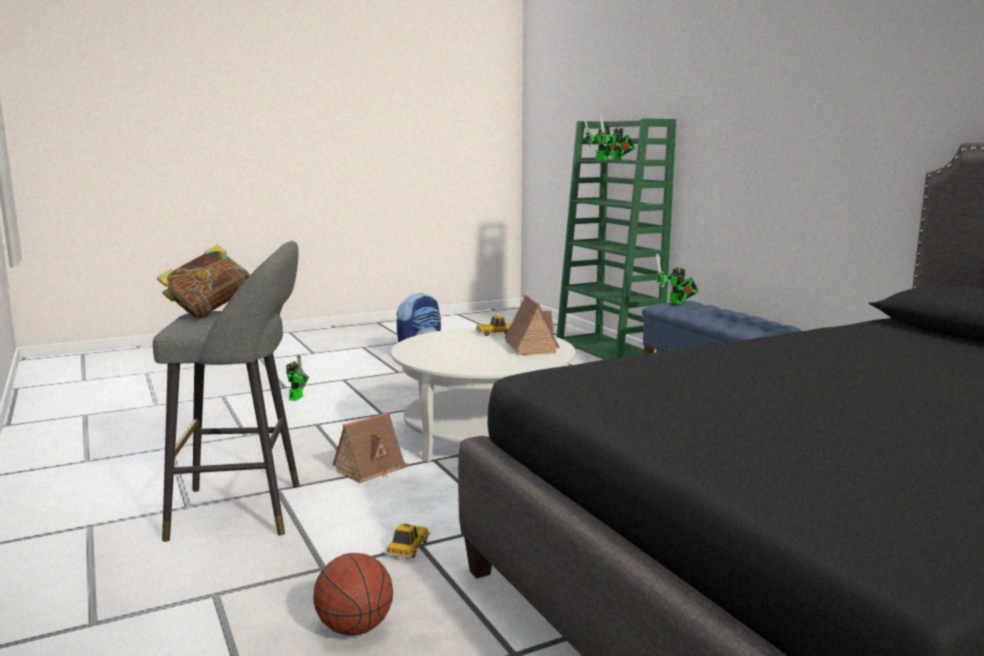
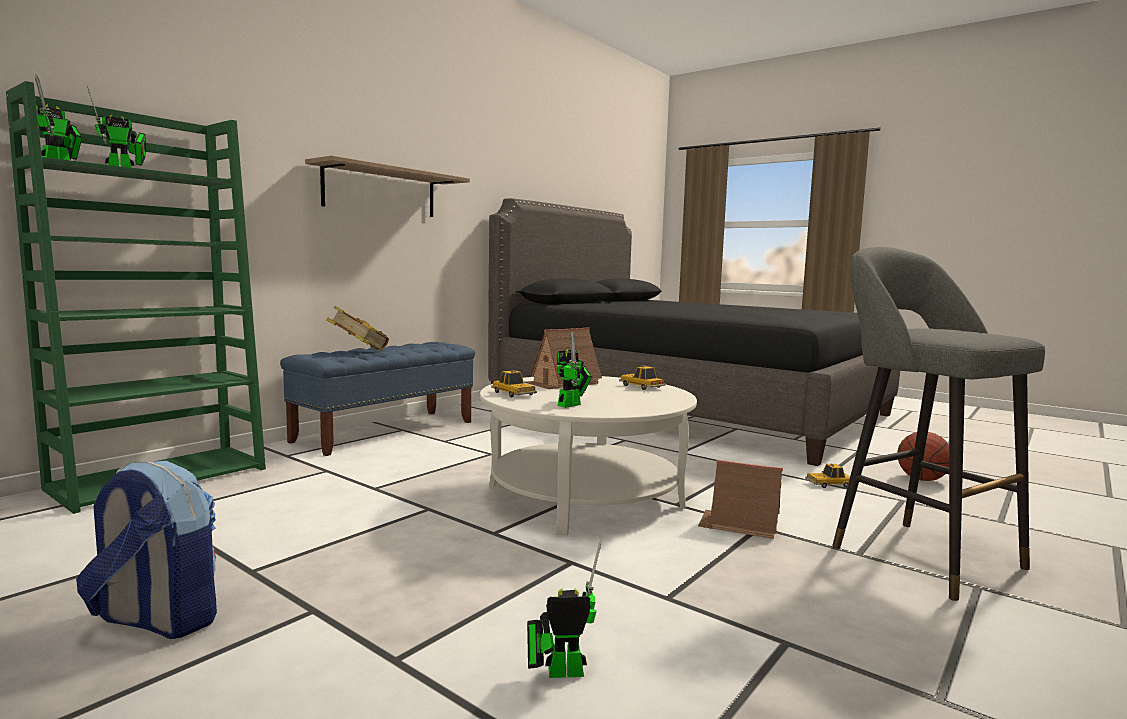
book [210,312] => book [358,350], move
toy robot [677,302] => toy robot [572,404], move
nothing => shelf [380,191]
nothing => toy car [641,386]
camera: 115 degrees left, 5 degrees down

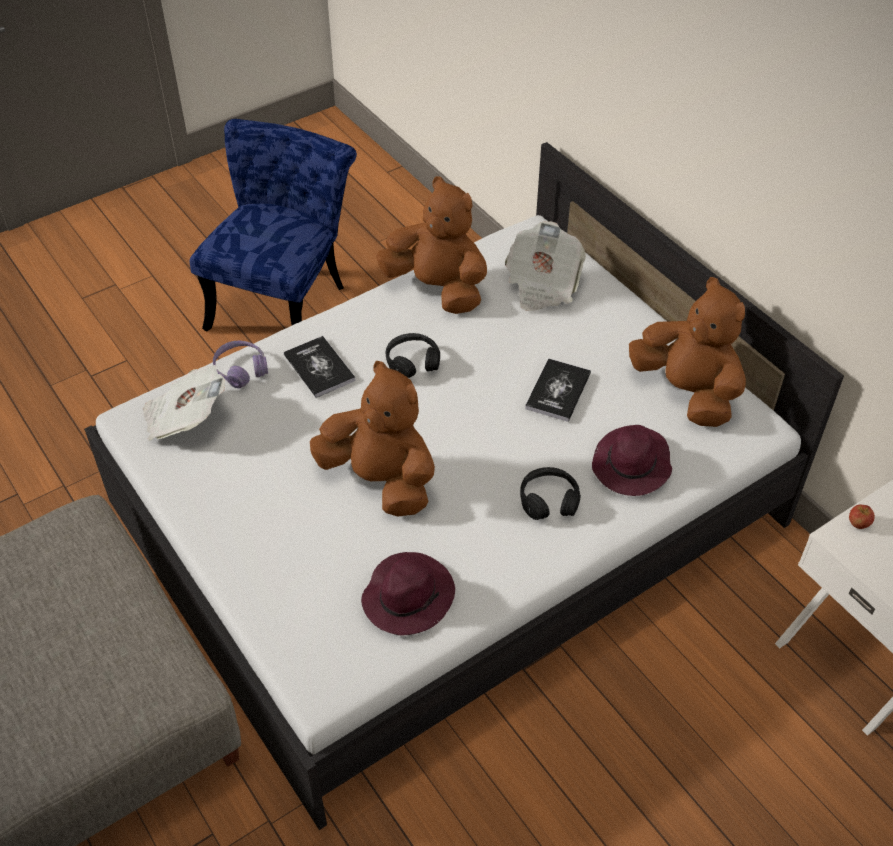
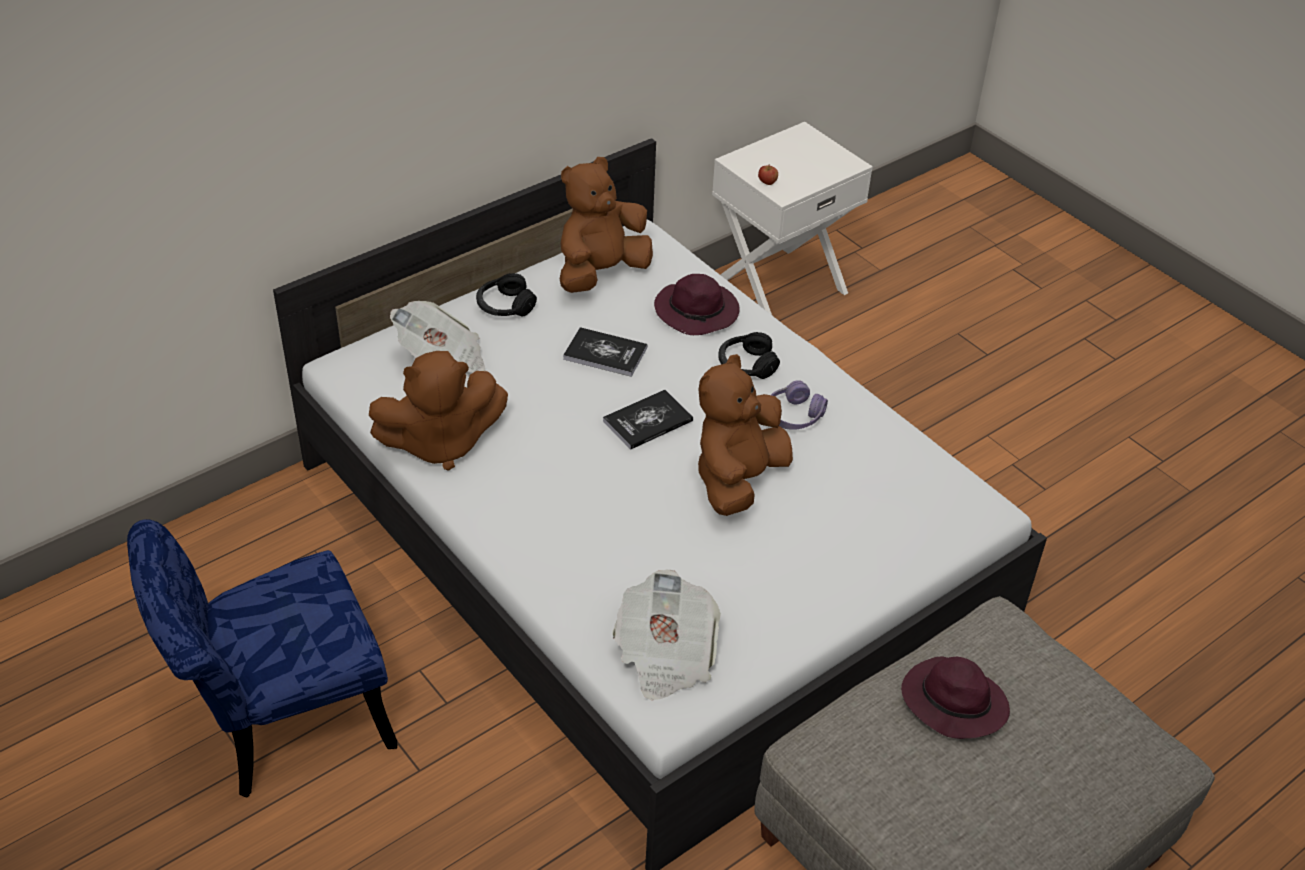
blue chair [284,301] => blue chair [278,722], 45 degrees counterclockwise
purple headphones [241,370] => purple headphones [793,416], move
book [319,368] => book [648,421], move
purple hat [408,596] => purple hat [952,702], move
brown plush toy [437,288] => brown plush toy [440,443], 135 degrees counterclockwise
black headphones [412,362] => black headphones [505,306], move
camera: 95 degrees left, 5 degrees down

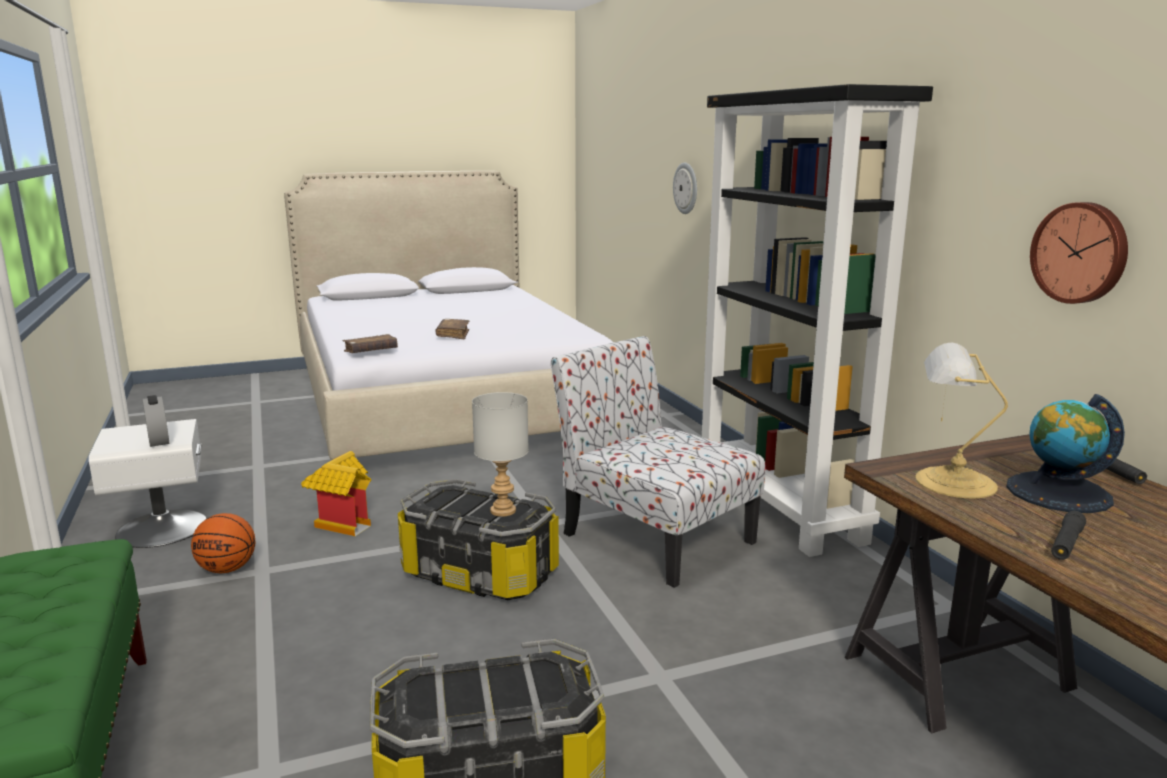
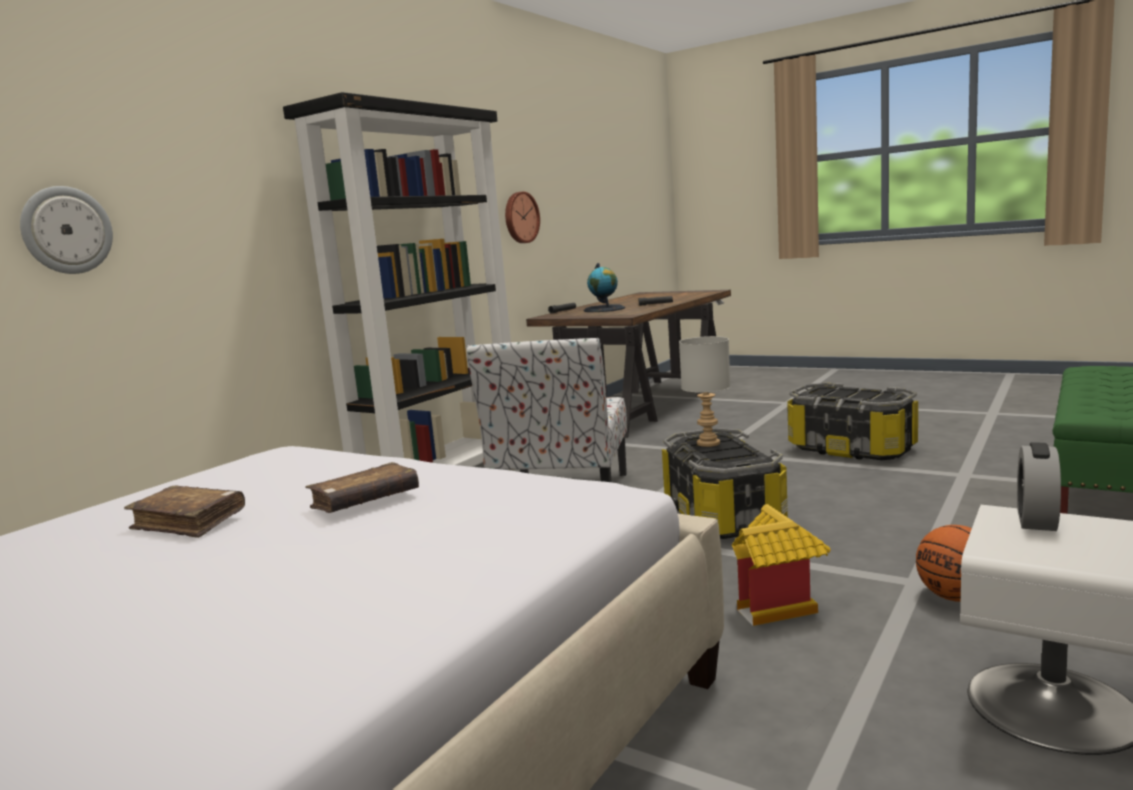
brown book [371,351] => brown book [189,522], move
table lamp [950,482] => nothing
camera: 125 degrees left, 5 degrees down

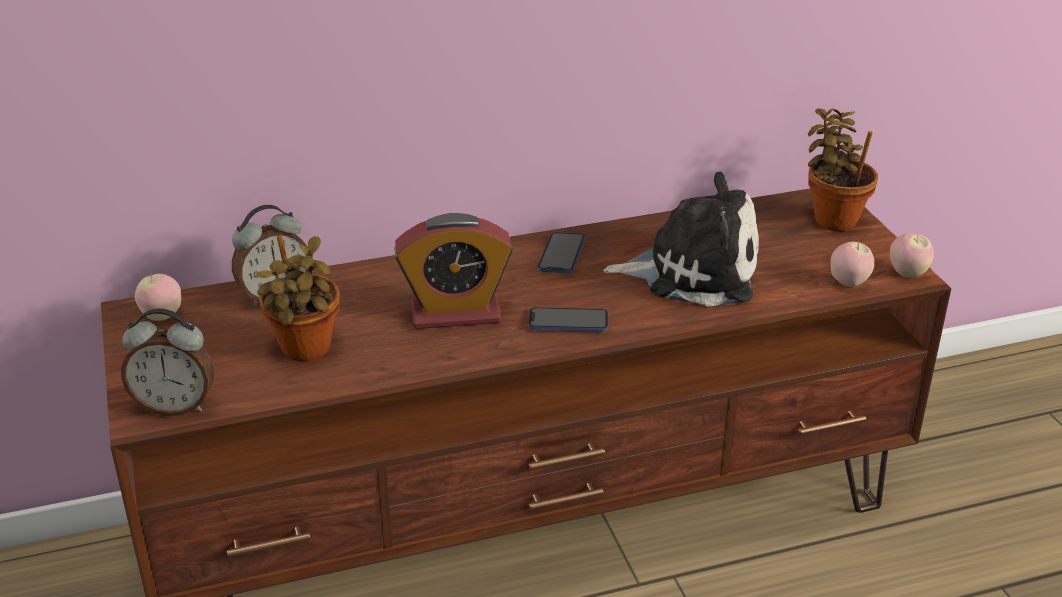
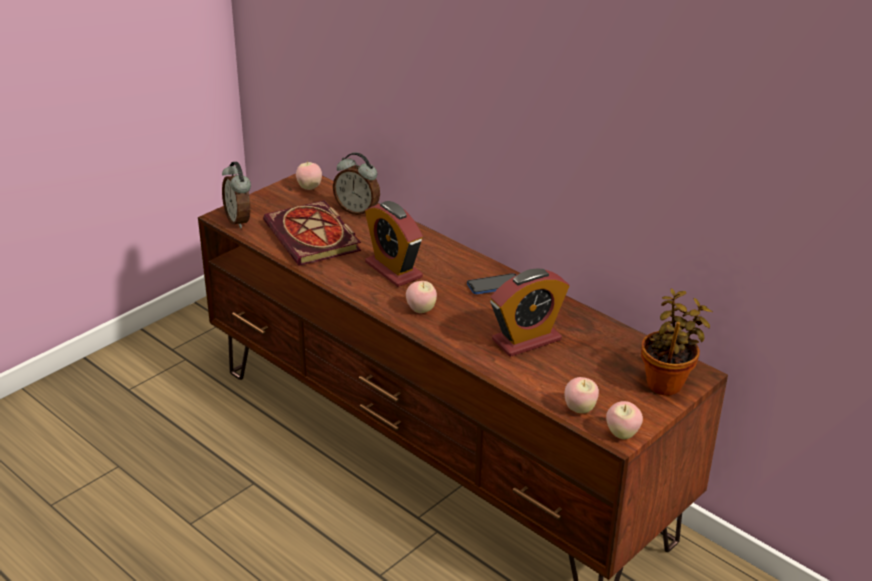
potted plant [305,351] => book [315,238]
phone [568,322] => apple [421,310]
plush toy [693,271] => alarm clock [526,340]
camera: 60 degrees right, 0 degrees up

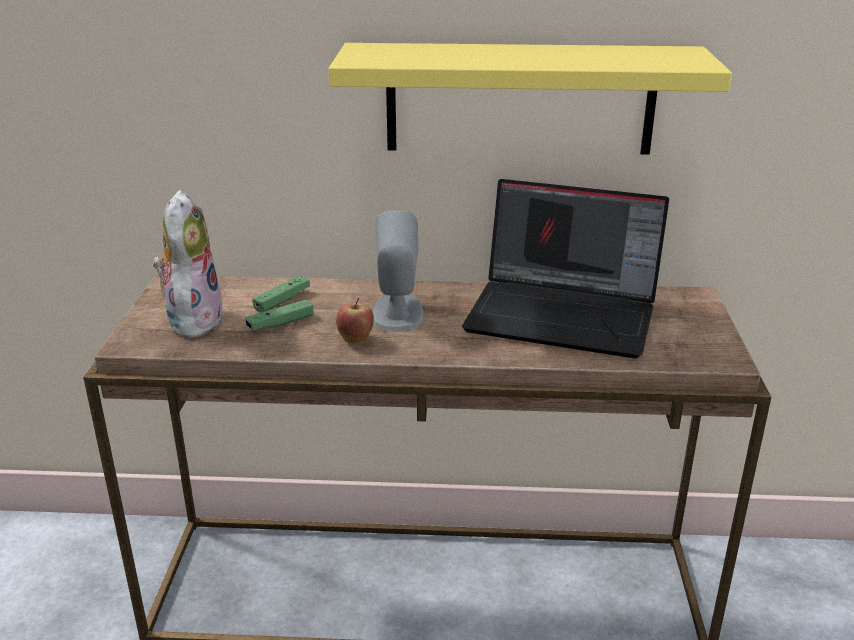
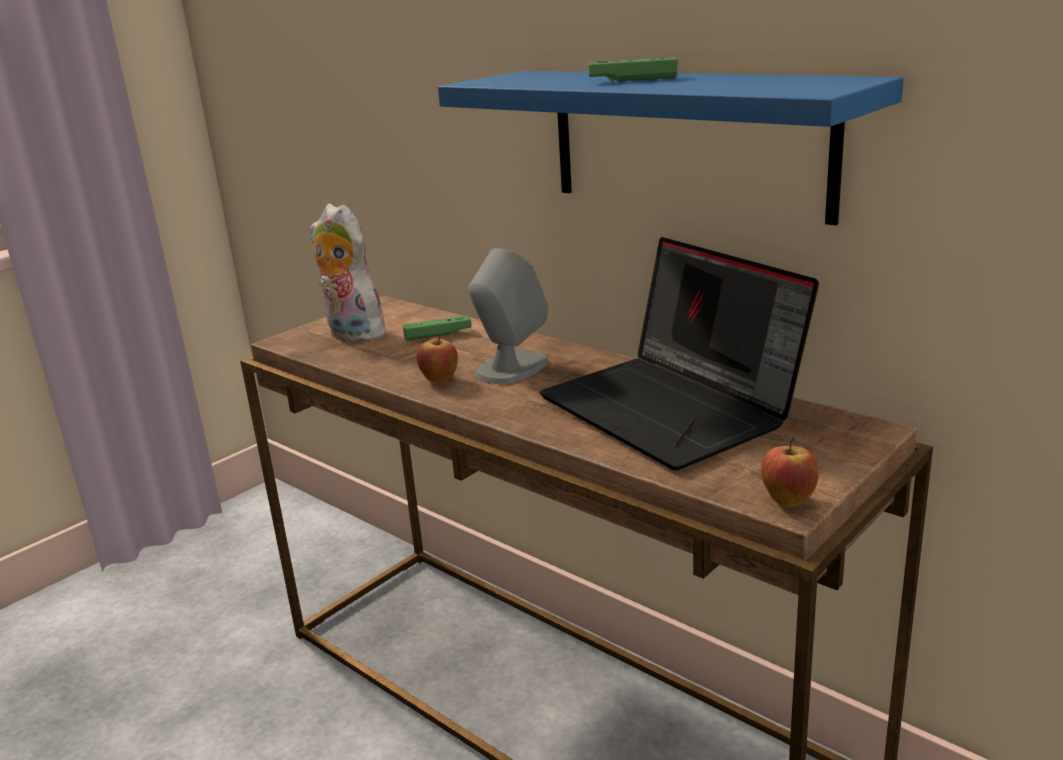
plush toy [193,320] => plush toy [351,334], 90 degrees counterclockwise
green game controller [280,323] => green game controller [633,80], move
yellow shelf [520,99] => blue shelf [686,141]
nothing => apple [787,501]
camera: 40 degrees right, 5 degrees down

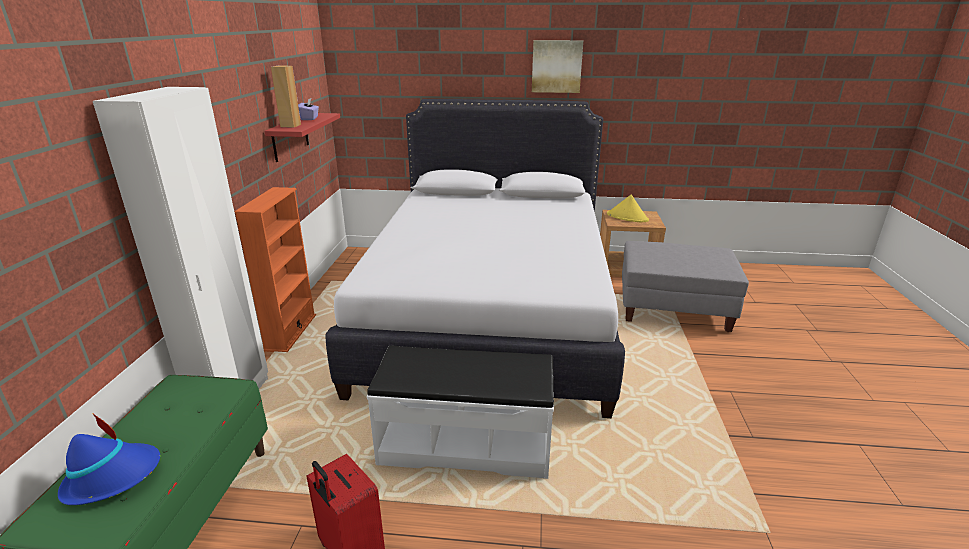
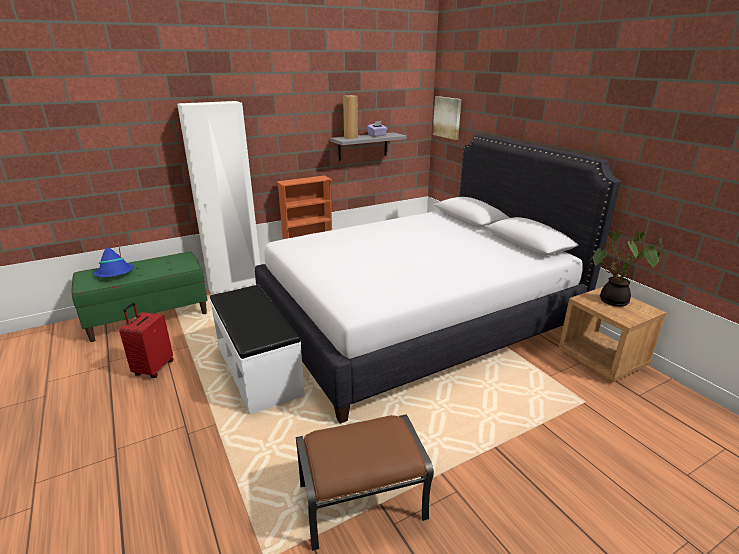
red shelf [290,137] => grey shelf [362,146]
picture [556,66] => picture [447,117], move
yellow hat [627,217] => potted plant [612,302]
grey ottoman [673,309] => nothing
nothing => brown ottoman [361,503]
camera: 55 degrees right, 0 degrees up

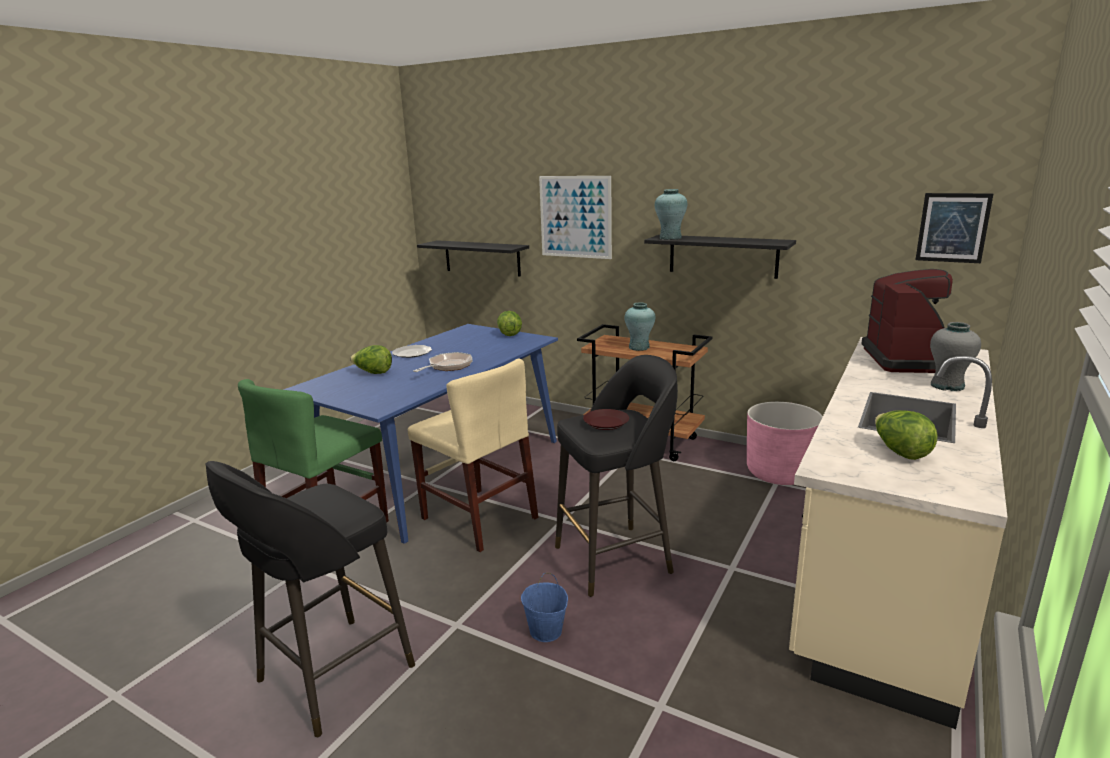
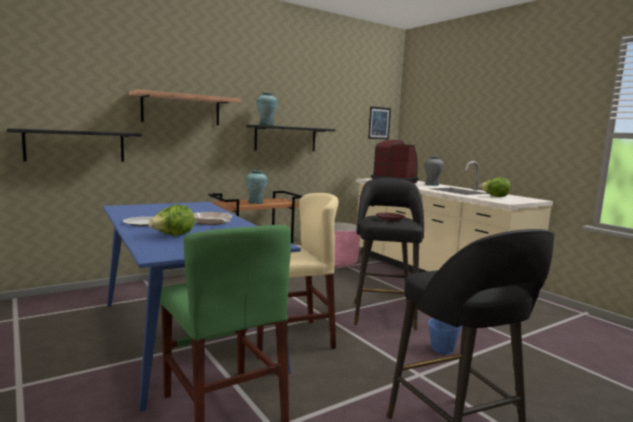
lettuce [509,334] => nothing
picture [575,217] => shelf [181,109]
camera: 65 degrees left, 10 degrees down

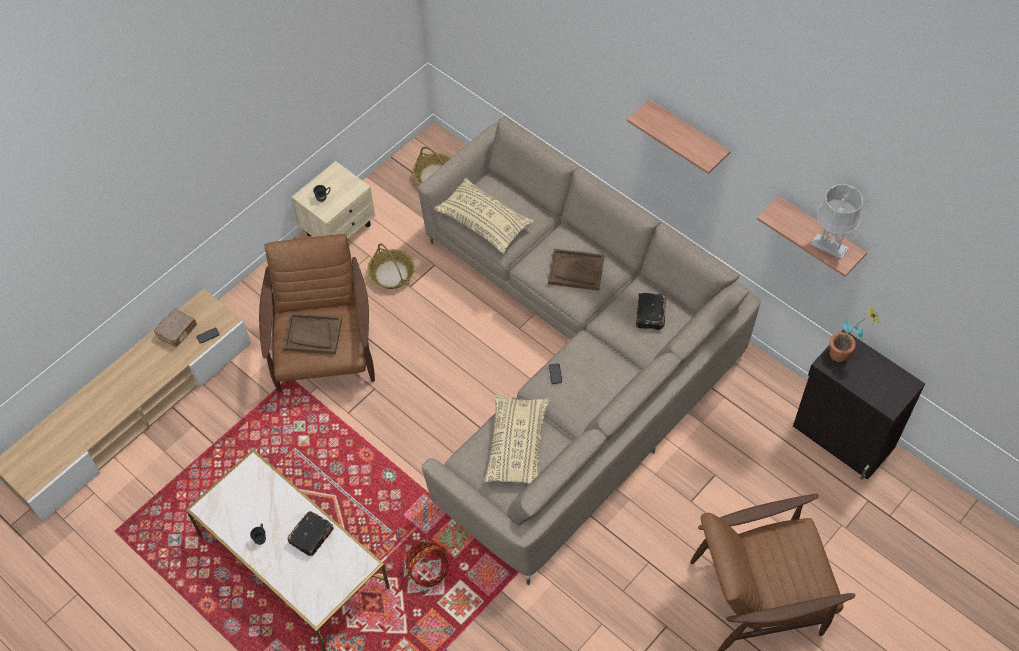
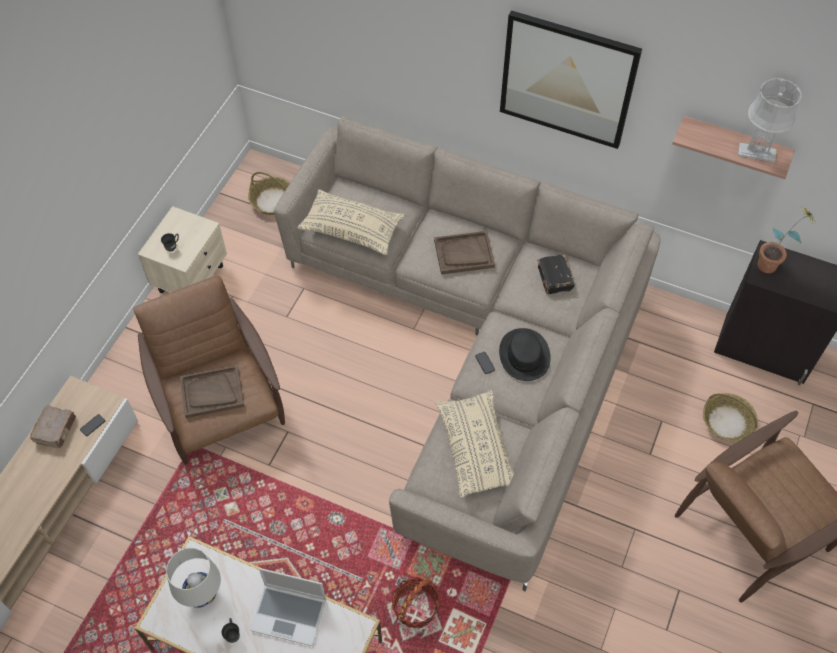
black book [312,536] => laptop [290,614]
basket [392,274] => basket [727,422], move
shelf [687,137] => picture [567,79]
nothing => white table lamp [201,593]
nothing => black hat [524,355]
camera: 20 degrees left, 0 degrees up

